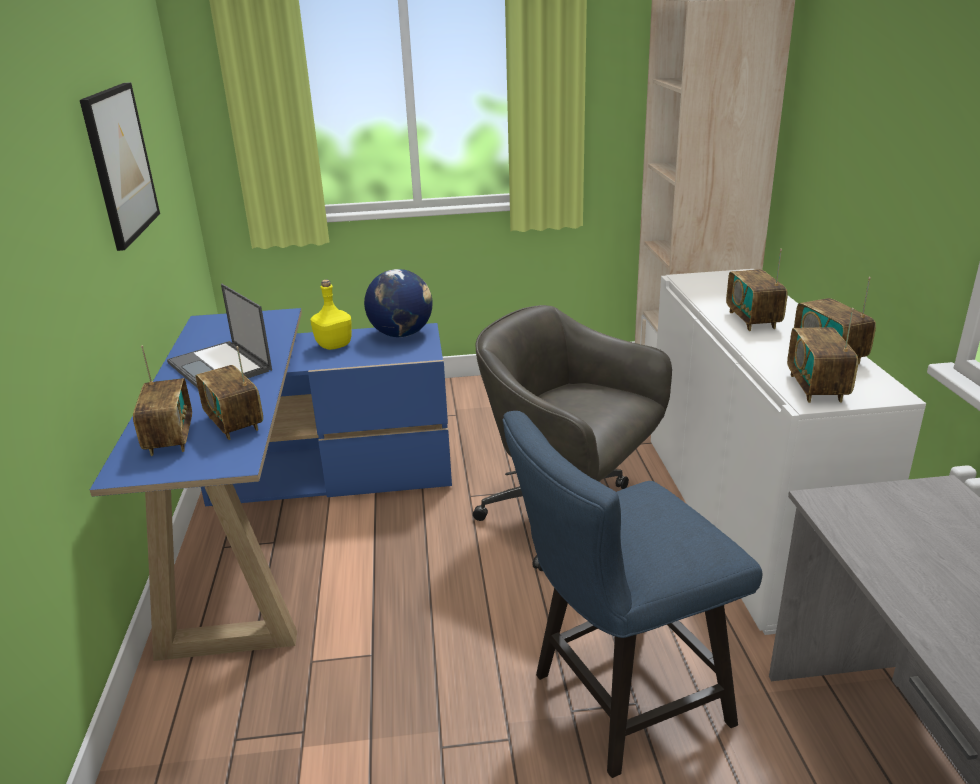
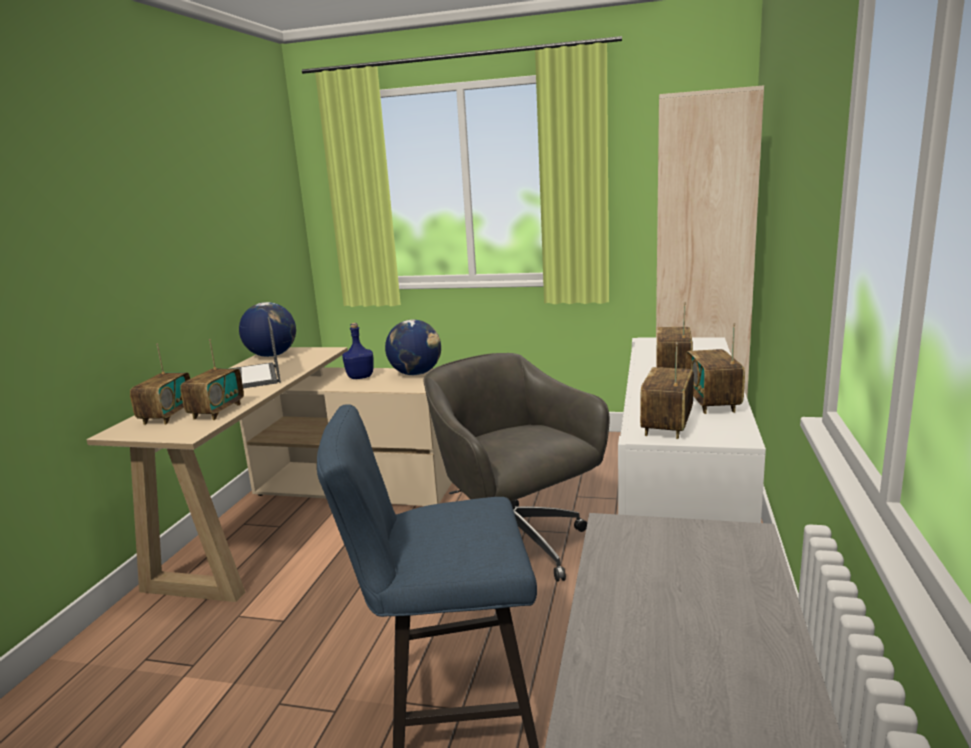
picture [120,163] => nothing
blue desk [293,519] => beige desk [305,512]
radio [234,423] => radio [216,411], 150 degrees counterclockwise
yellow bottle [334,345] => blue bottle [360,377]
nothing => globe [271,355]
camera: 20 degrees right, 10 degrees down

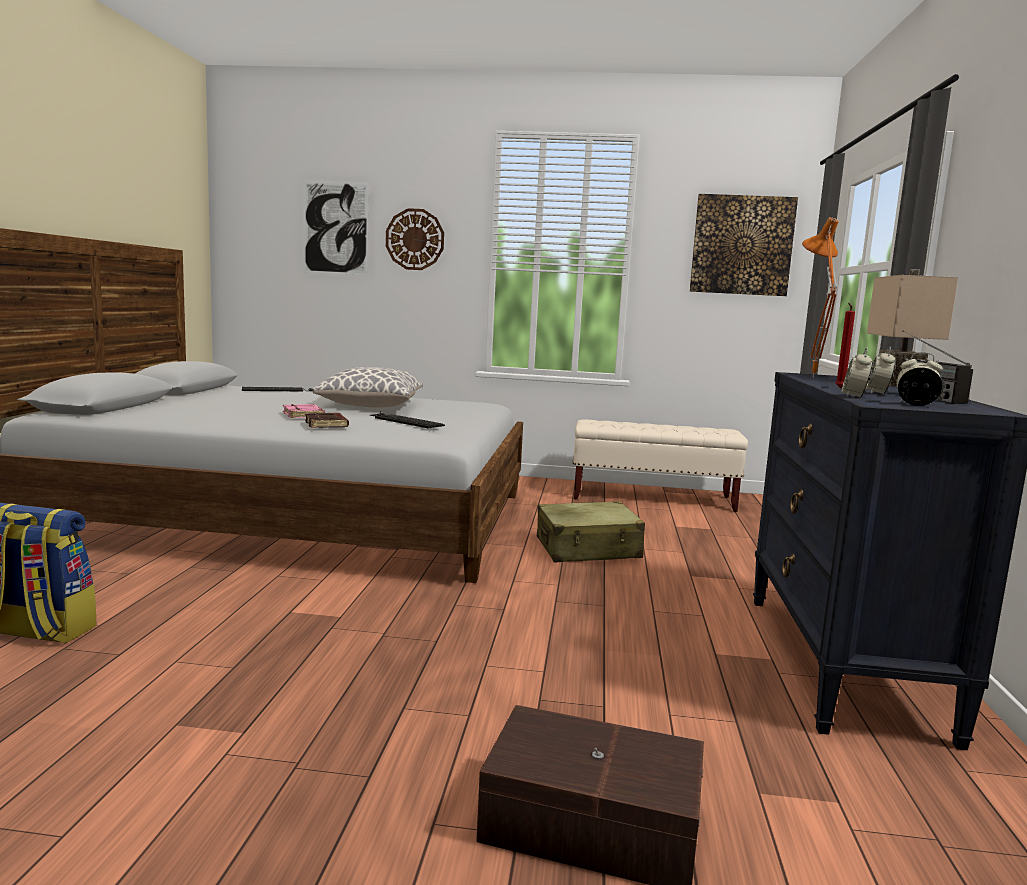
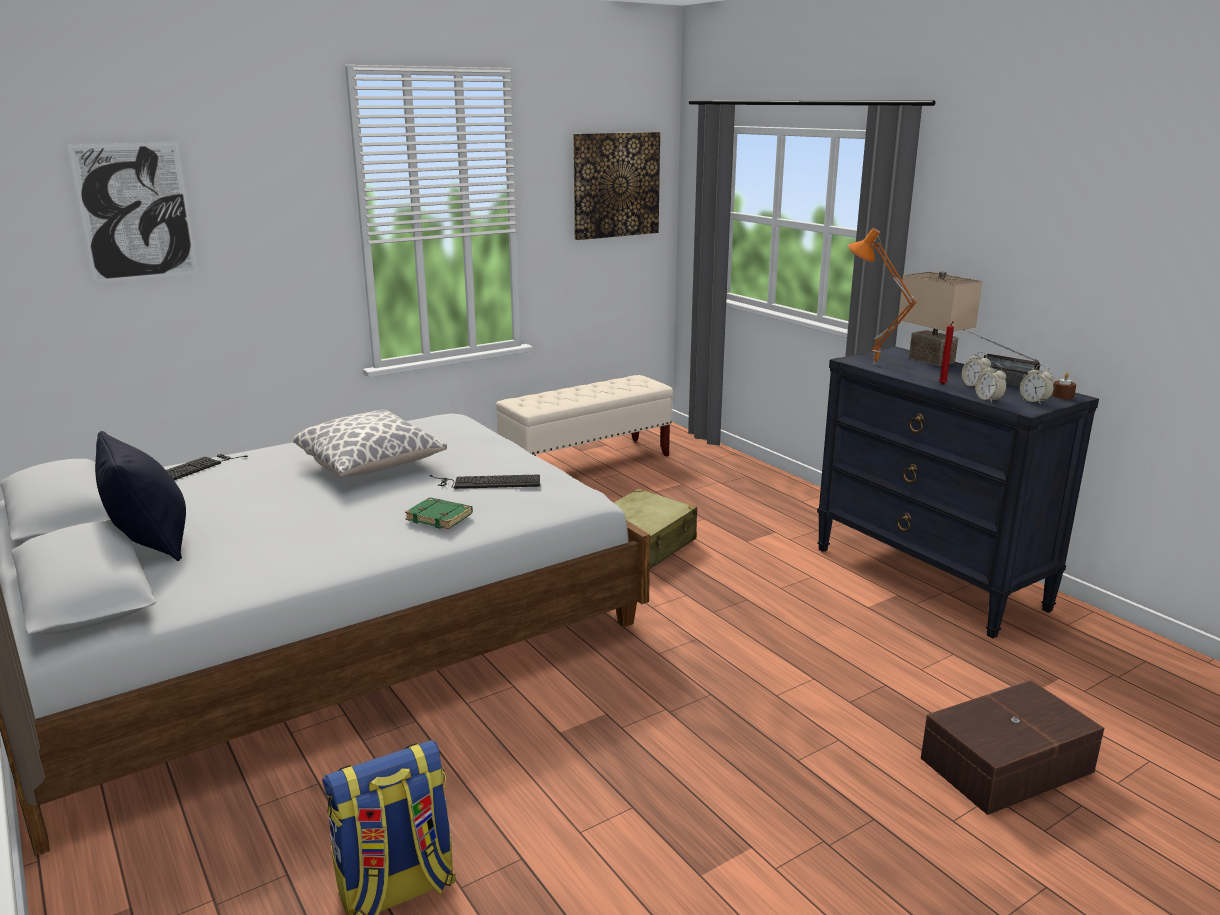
pink book [304,415] => nothing
brown book [327,424] => green book [440,517]
wall clock [415,239] => nothing
alarm clock [915,404] => alarm clock [1034,401], 105 degrees counterclockwise
nothing => black pillow [151,543]
nothing => brown candle [1062,396]
camera: 40 degrees left, 10 degrees up

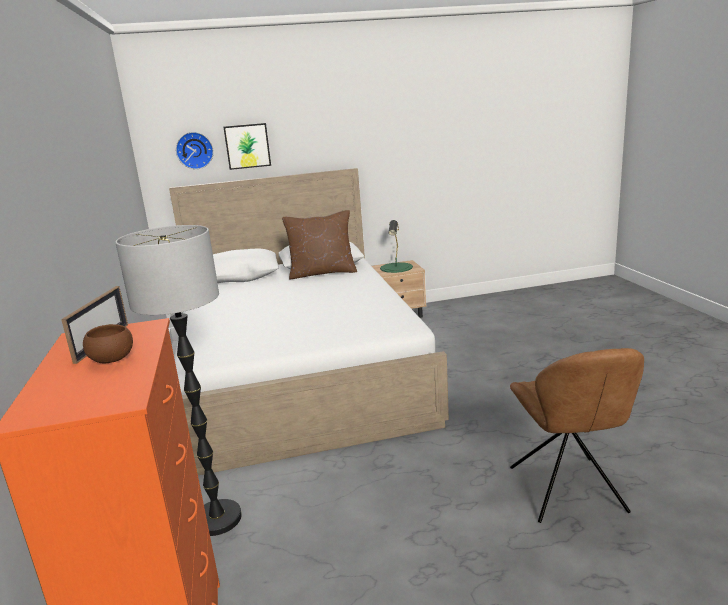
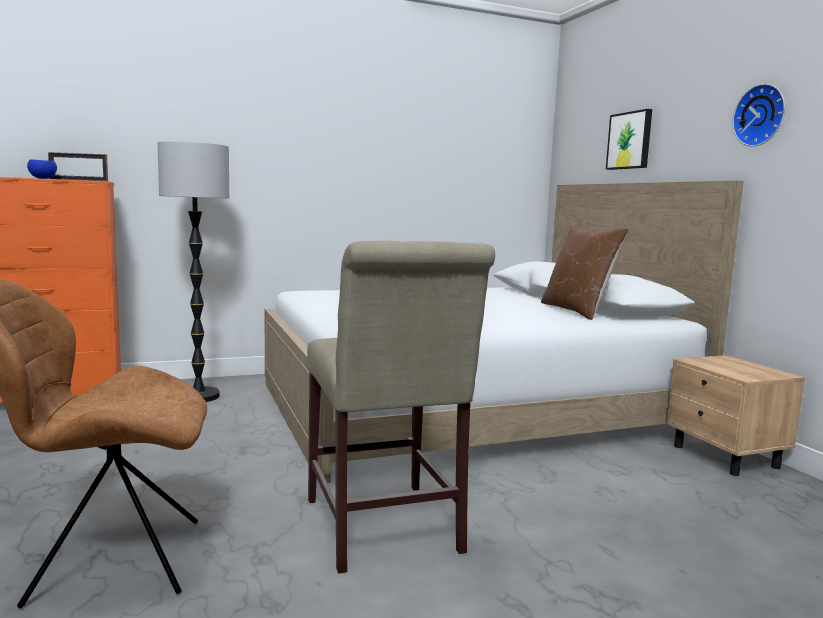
brown bowl [112,360] => blue bowl [42,178]
wall clock [194,150] => wall clock [761,115], move
green table lamp [396,267] => nothing
nothing => beige chair [384,530]
camera: 80 degrees right, 10 degrees down

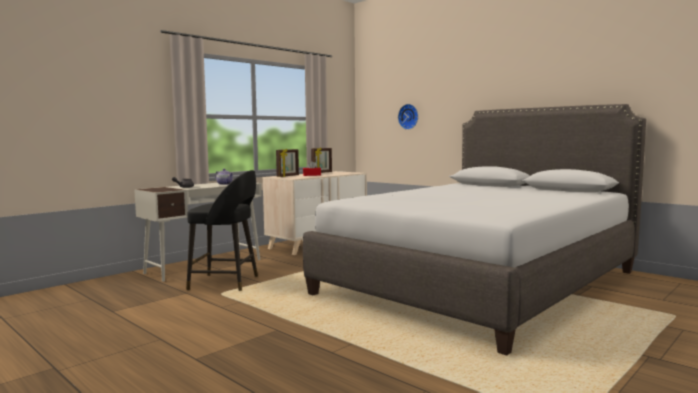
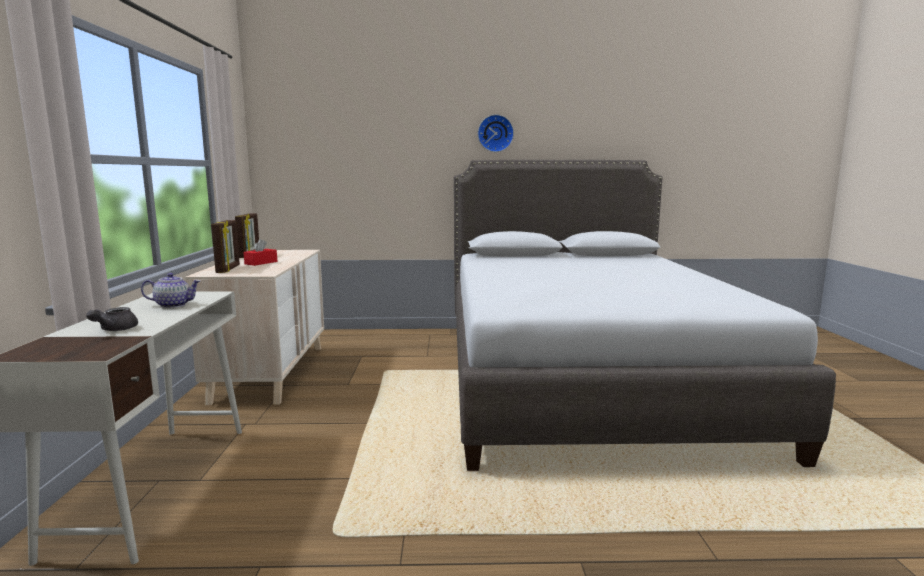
black stool [226,283] => nothing
wall clock [409,116] => wall clock [495,133], move
camera: 45 degrees left, 5 degrees up

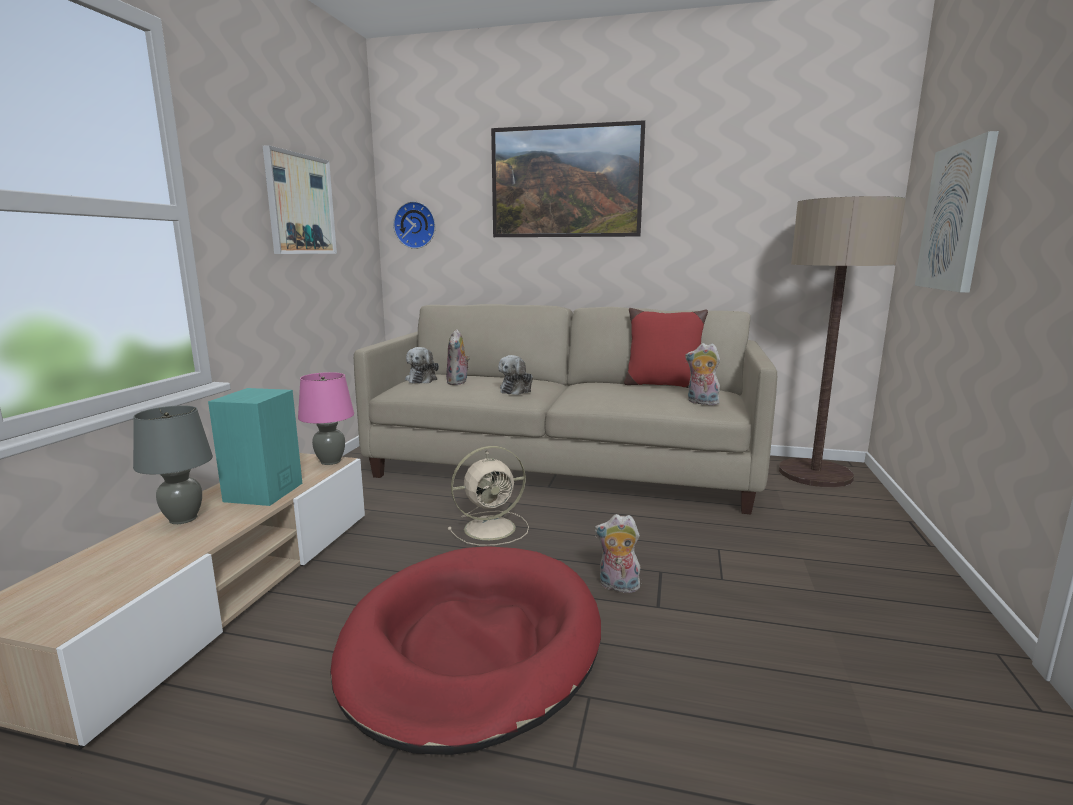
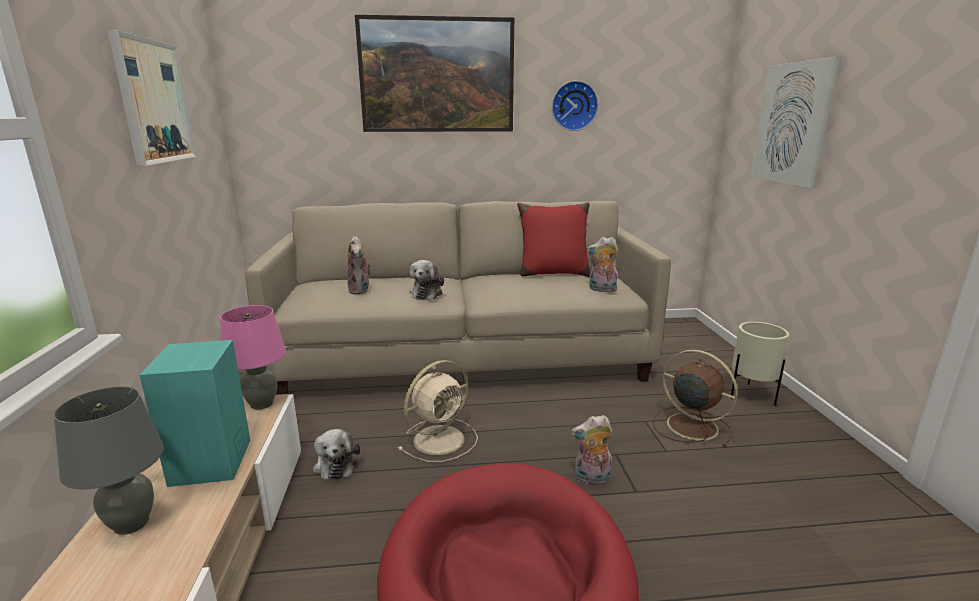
wall clock [416,225] => wall clock [574,106], move
plush toy [422,379] => plush toy [336,464], move
floor lamp [815,474] => nothing
nothing => brown fan [689,425]
nothing => beige planter [750,396]
camera: 20 degrees left, 5 degrees up

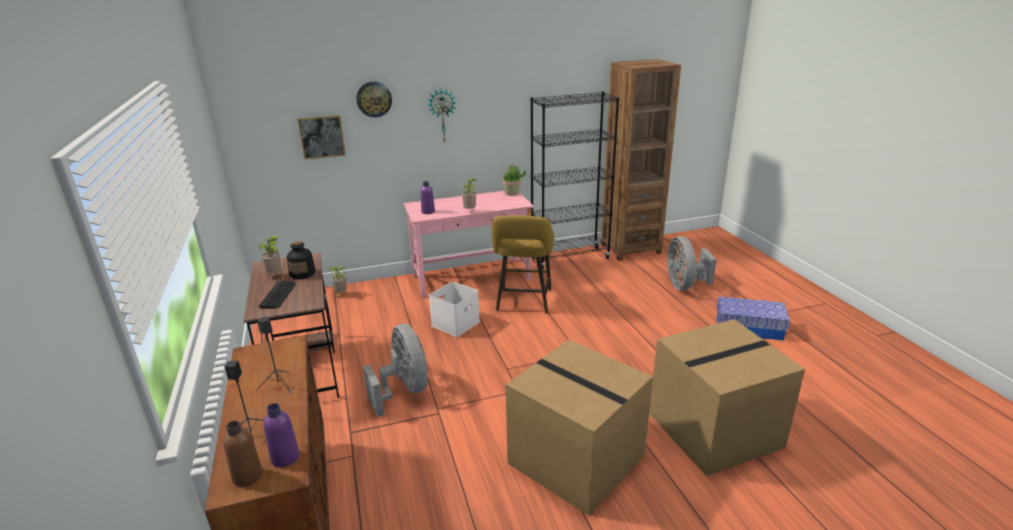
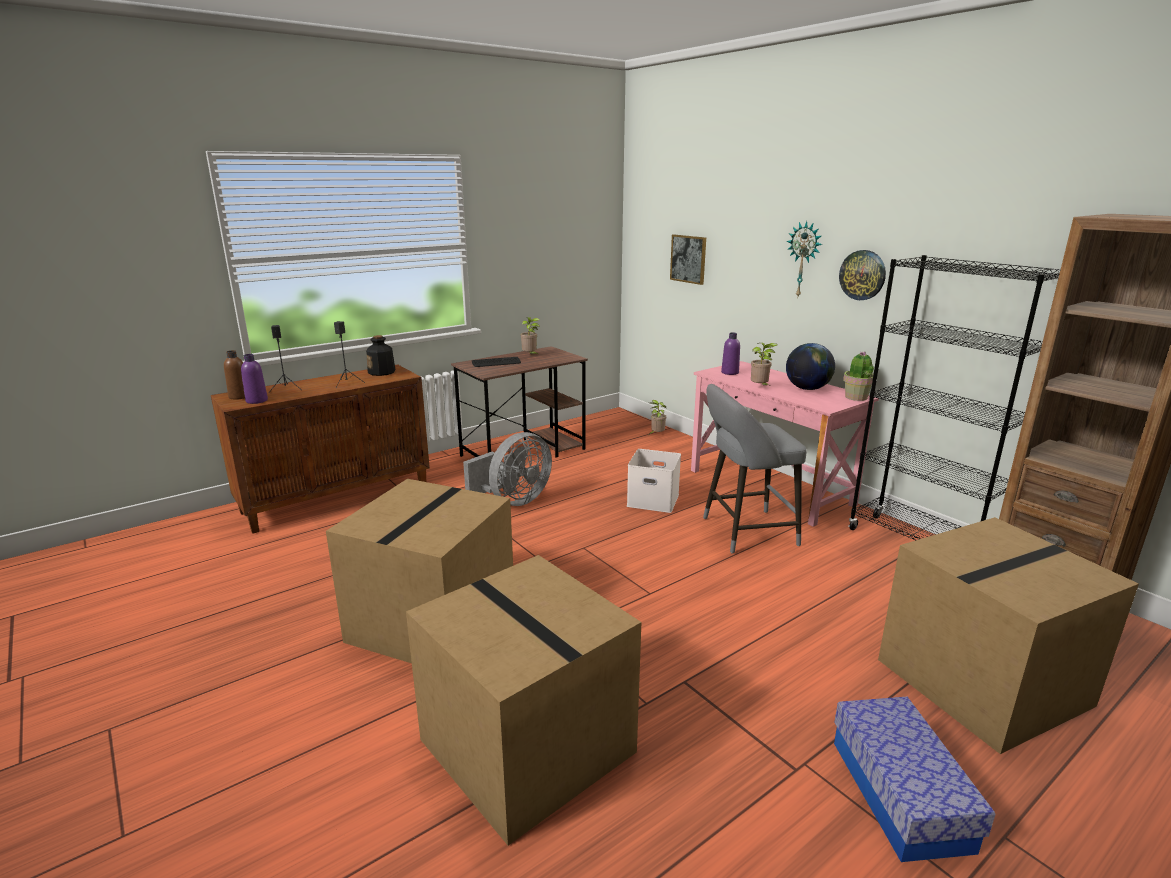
bottle [303,273] => bottle [382,372], move
wall clock [374,99] => wall clock [862,275], move
yellow stool [523,302] => grey stool [744,532]
grey fan [684,285] => cardboard box [982,684]
nothing => globe [807,388]
camera: 70 degrees right, 5 degrees down

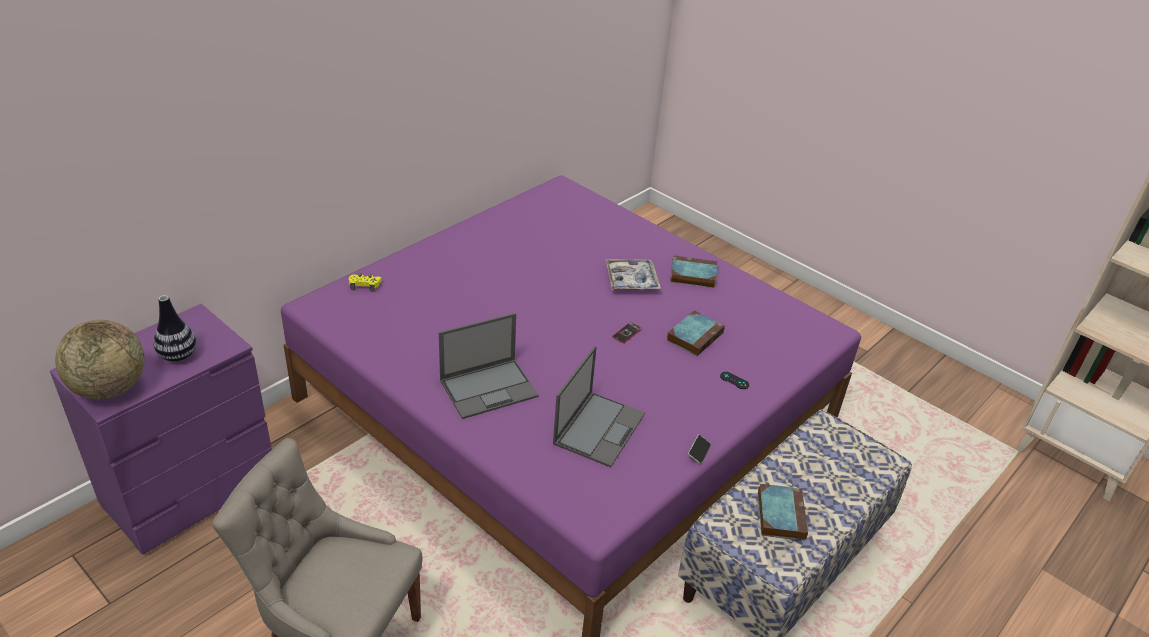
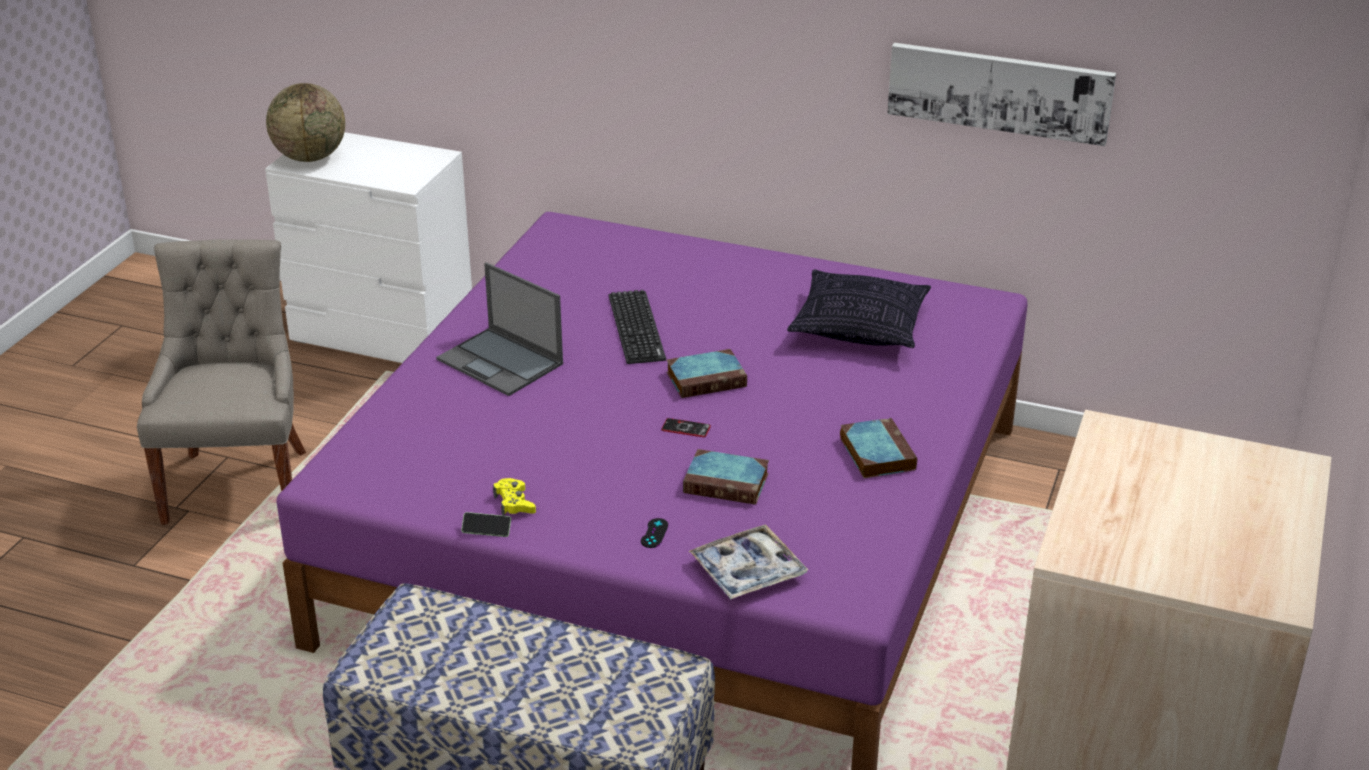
purple dresser [191,491] => white dresser [384,334]
vase [178,355] => nothing
yellow game controller [365,285] => yellow game controller [514,503], move
laptop [599,428] => nothing
tray [631,280] => tray [747,571], move
book [780,514] => book [707,379], move
nothing => keyboard [636,328]
nothing => pillow [860,327]
nothing => picture [999,92]
camera: 70 degrees right, 5 degrees down

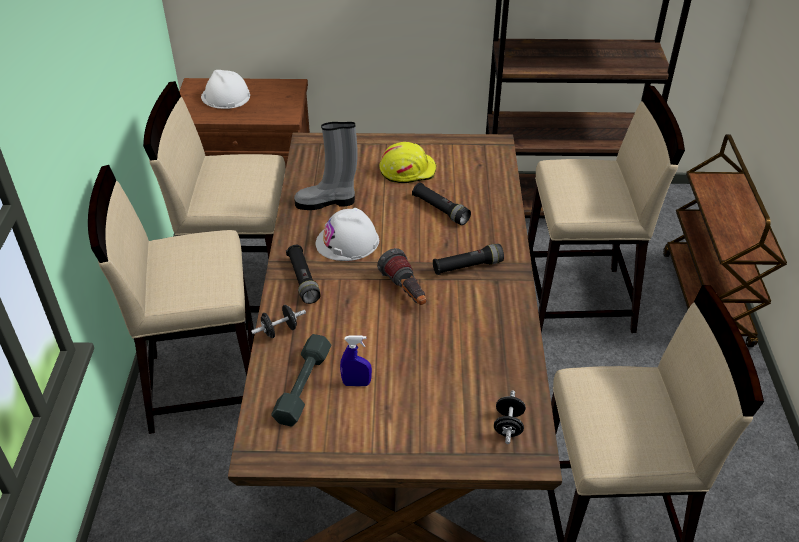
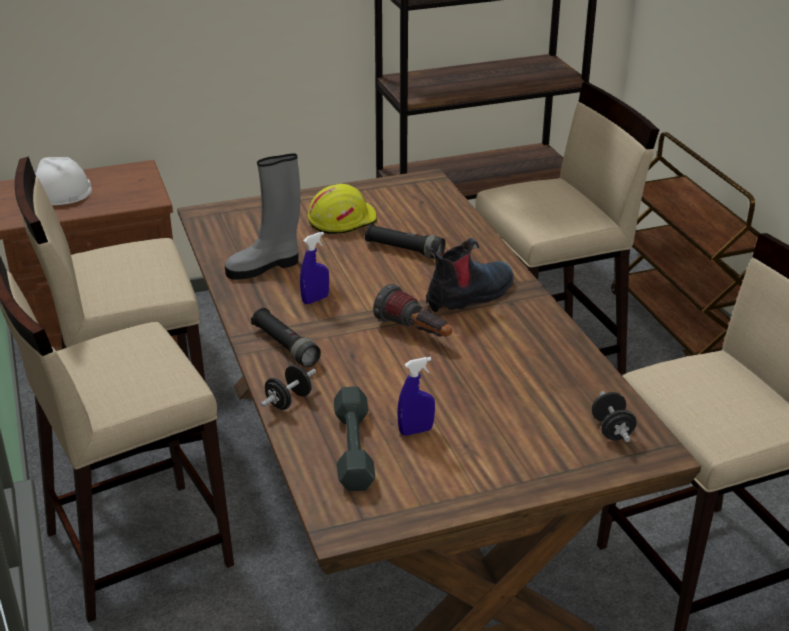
white hard hat [347,242] => blue spray bottle [315,299]
black flashlight [467,266] => boot [470,296]
camera: 20 degrees left, 10 degrees down

